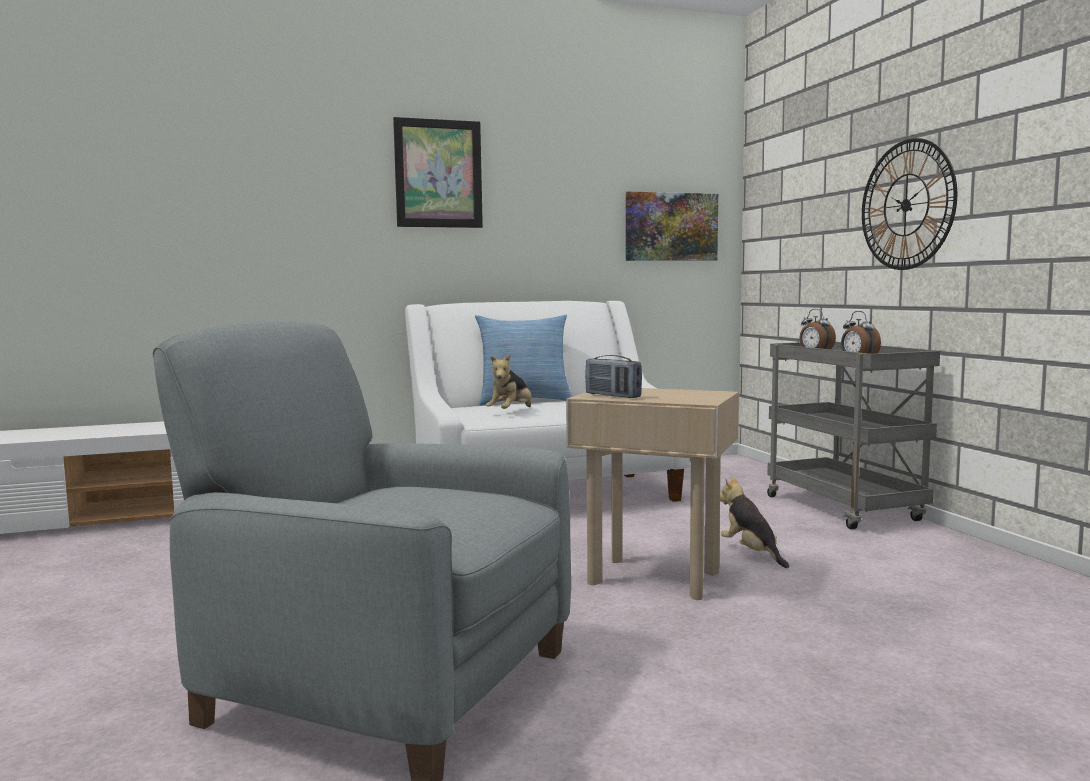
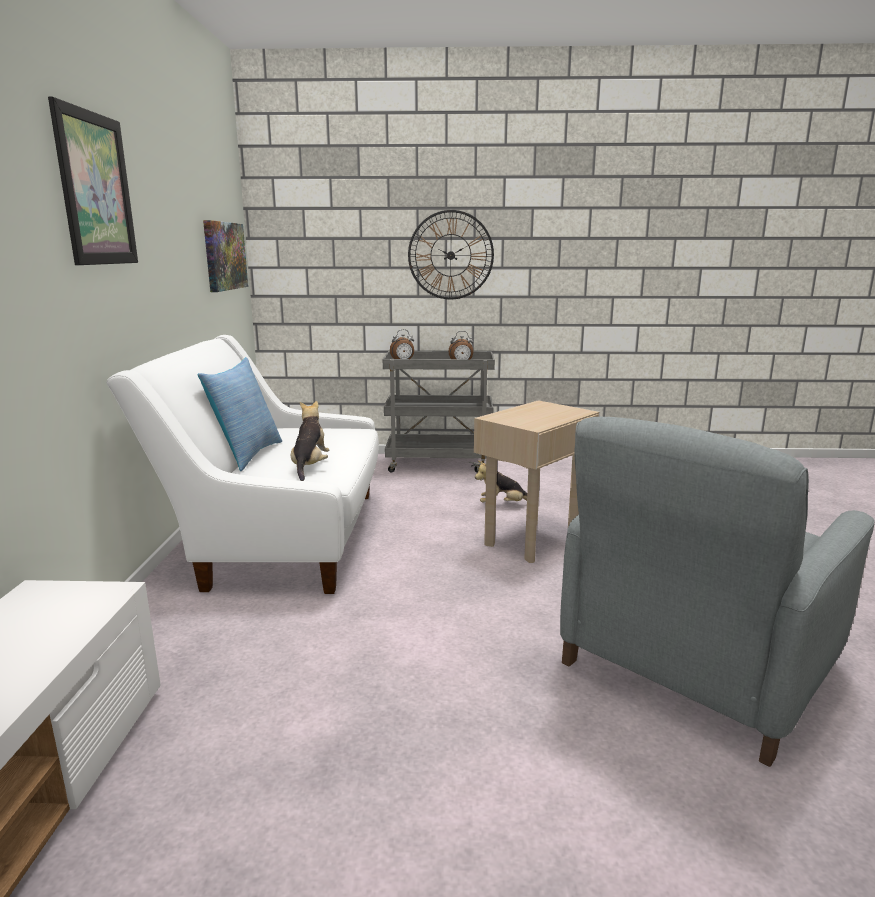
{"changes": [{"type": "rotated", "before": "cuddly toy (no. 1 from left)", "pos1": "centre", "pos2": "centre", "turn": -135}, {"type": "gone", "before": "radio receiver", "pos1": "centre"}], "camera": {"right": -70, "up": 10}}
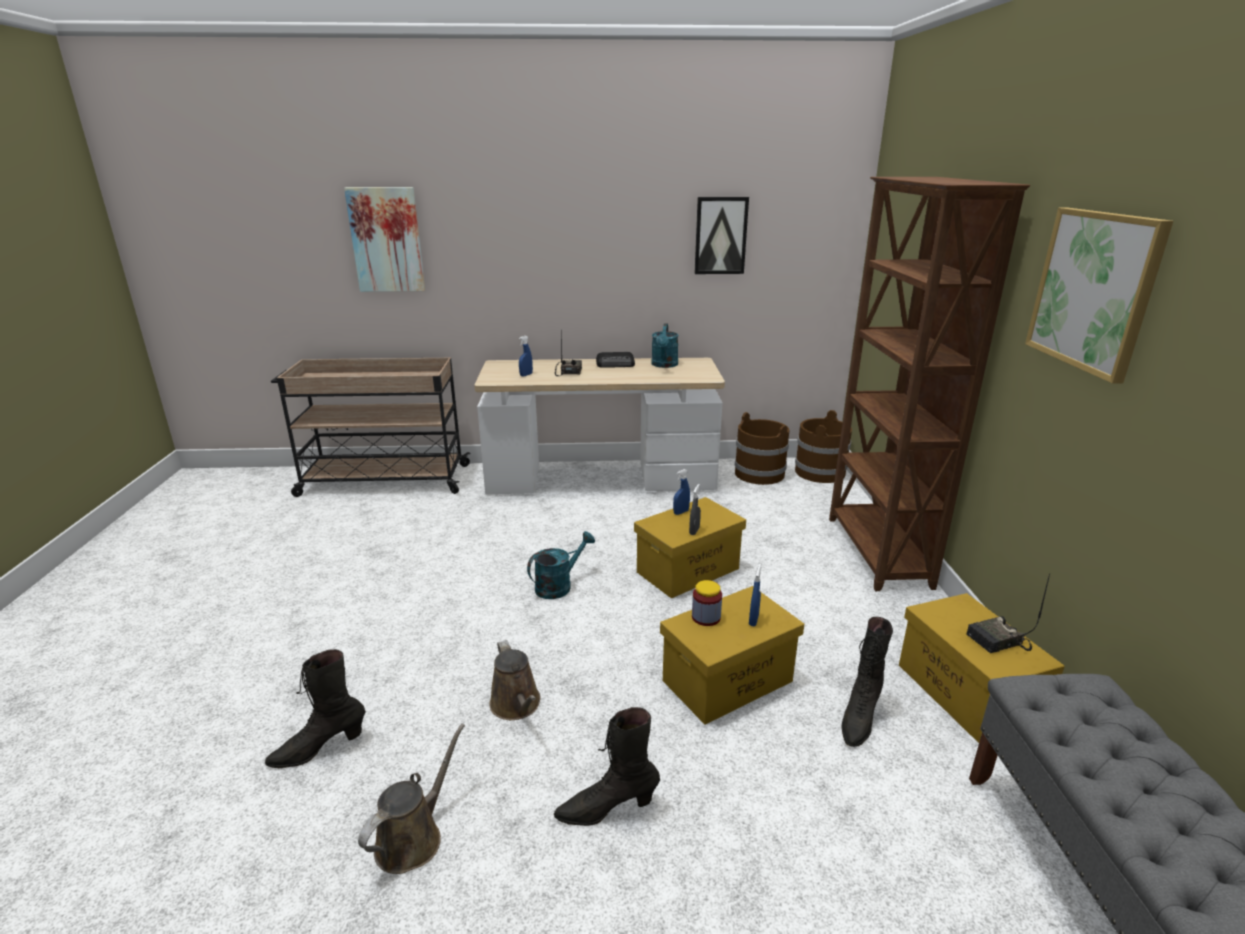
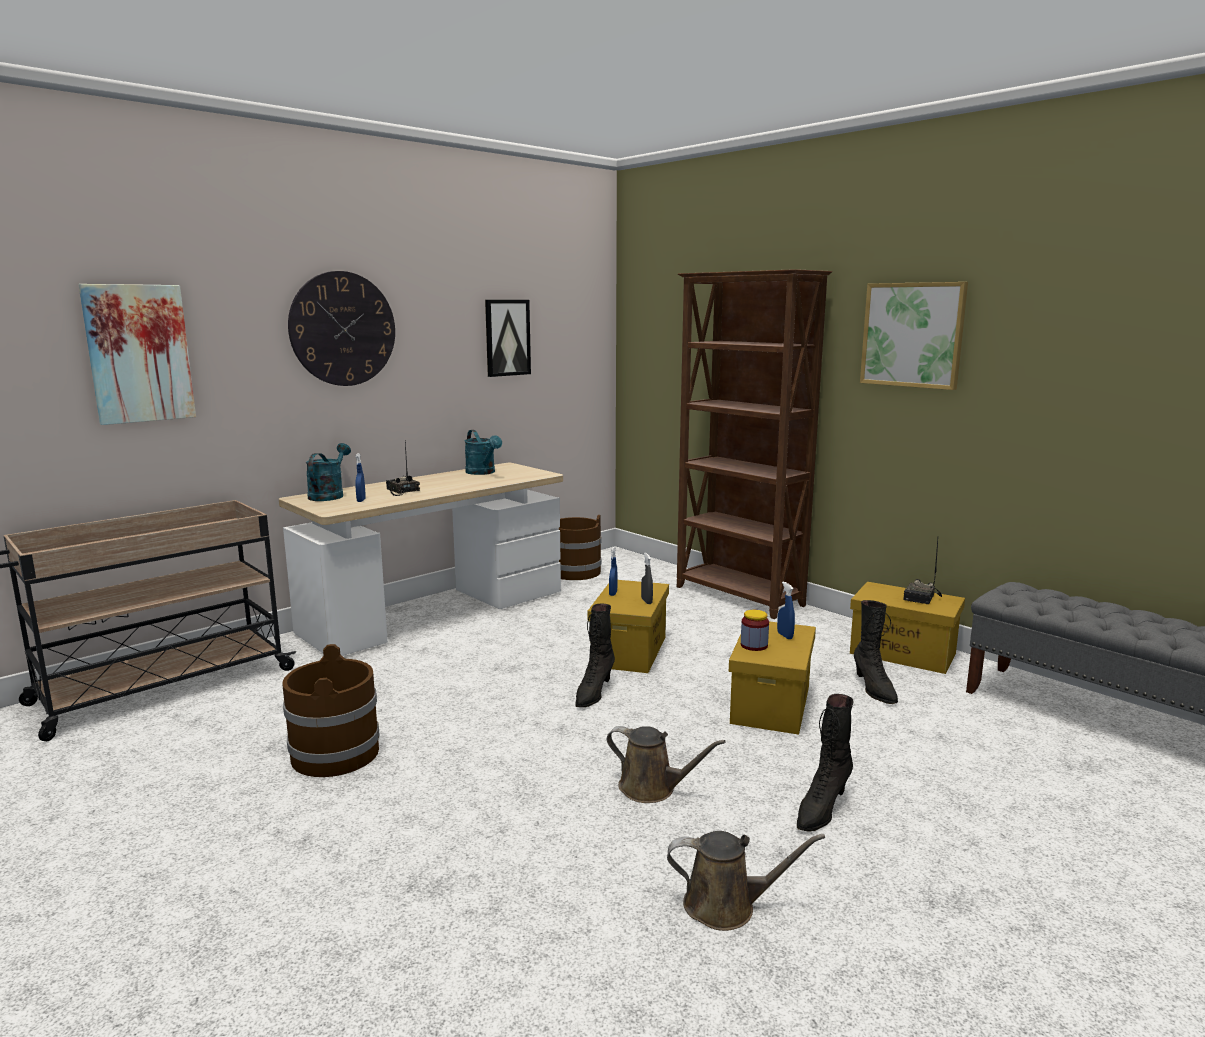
{"changes": [{"type": "gone", "before": "radio receiver (no. 2 from left)", "pos1": "centre"}, {"type": "shifted", "before": "bucket (brownish) (no. 2 from left in the first image)", "after": "bucket (brownish) (no. 1 from left)", "pos1": "centre", "pos2": "bottom left"}, {"type": "shifted", "before": "watering pot (blue-green) (no. 1 from left)", "pos1": "centre", "pos2": "middle left"}, {"type": "shifted", "before": "high-top boot (black-coloured) (no. 1 from left)", "pos1": "bottom left", "pos2": "centre"}, {"type": "rotated", "before": "watering pot (brownish) (no. 1 from left in the first image)", "pos1": "bottom left", "pos2": "bottom centre", "turn": 105}, {"type": "new", "after": "wall clock", "pos2": "top left"}], "camera": {"right": -40, "up": -10}}
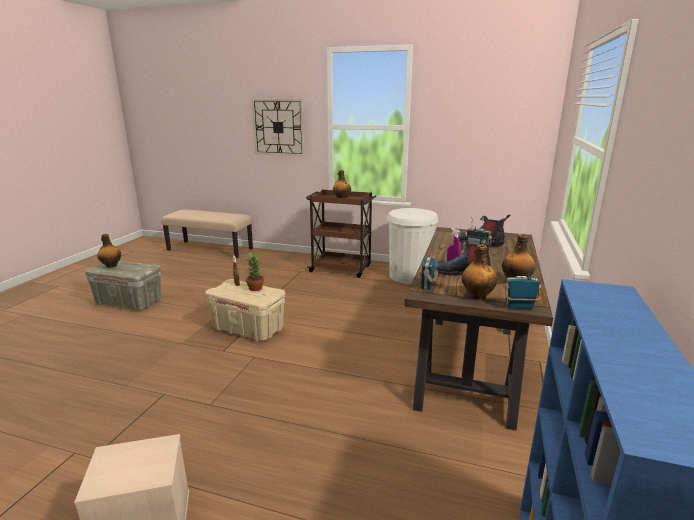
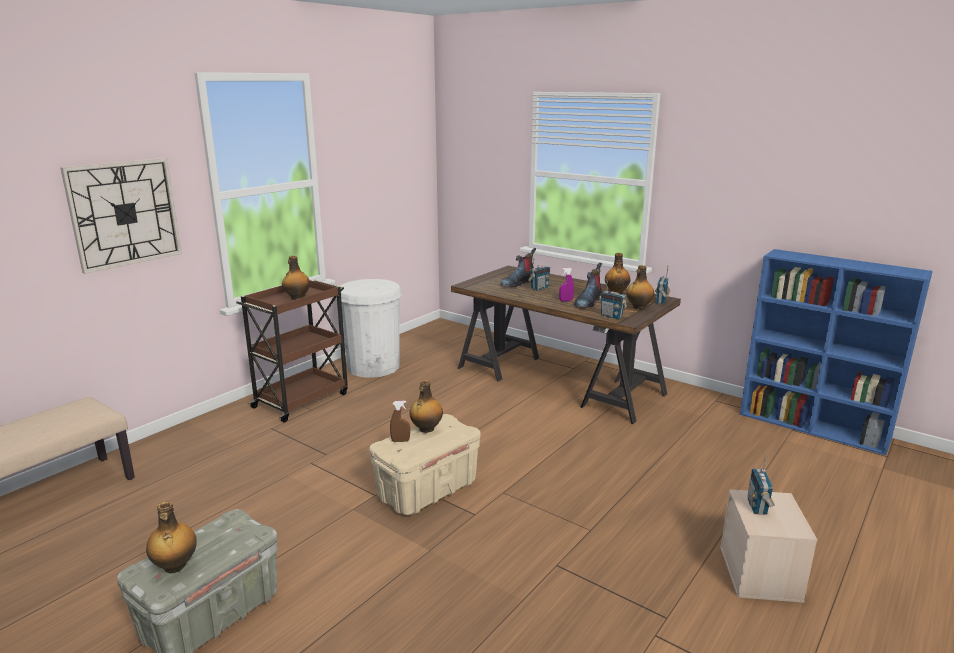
{"changes": [{"type": "swapped", "before": "houseplant", "after": "drink bottle (no. 3 from left)", "pos1": "centre", "pos2": "centre"}, {"type": "new", "after": "radio receiver (no. 4 from left)", "pos2": "bottom right"}], "camera": {"right": -70, "up": 0}}
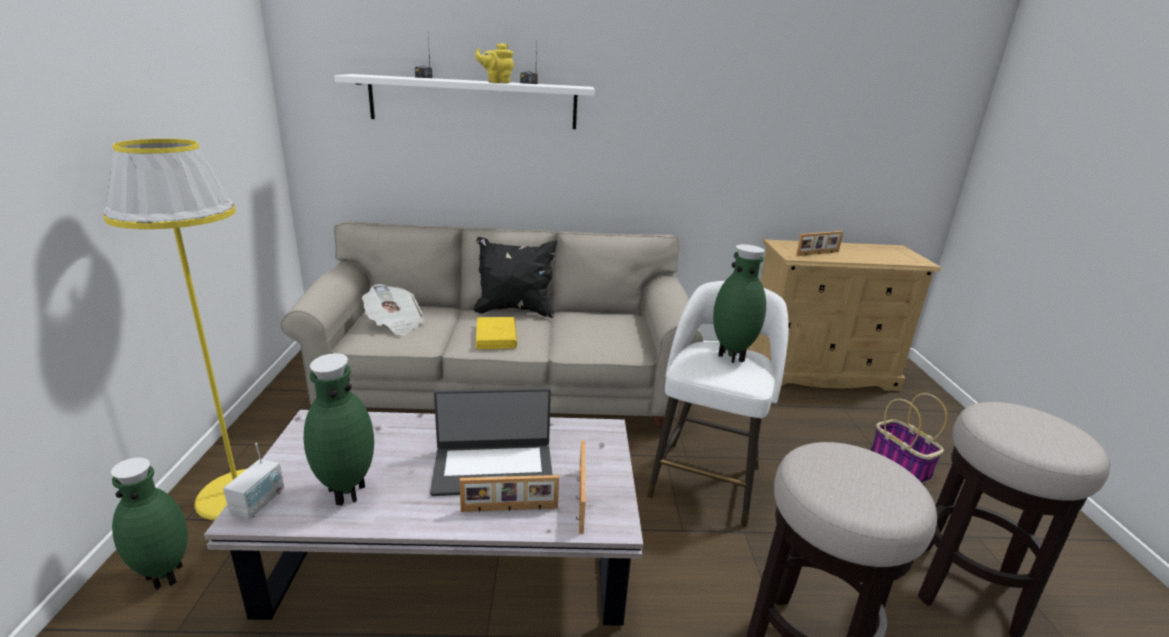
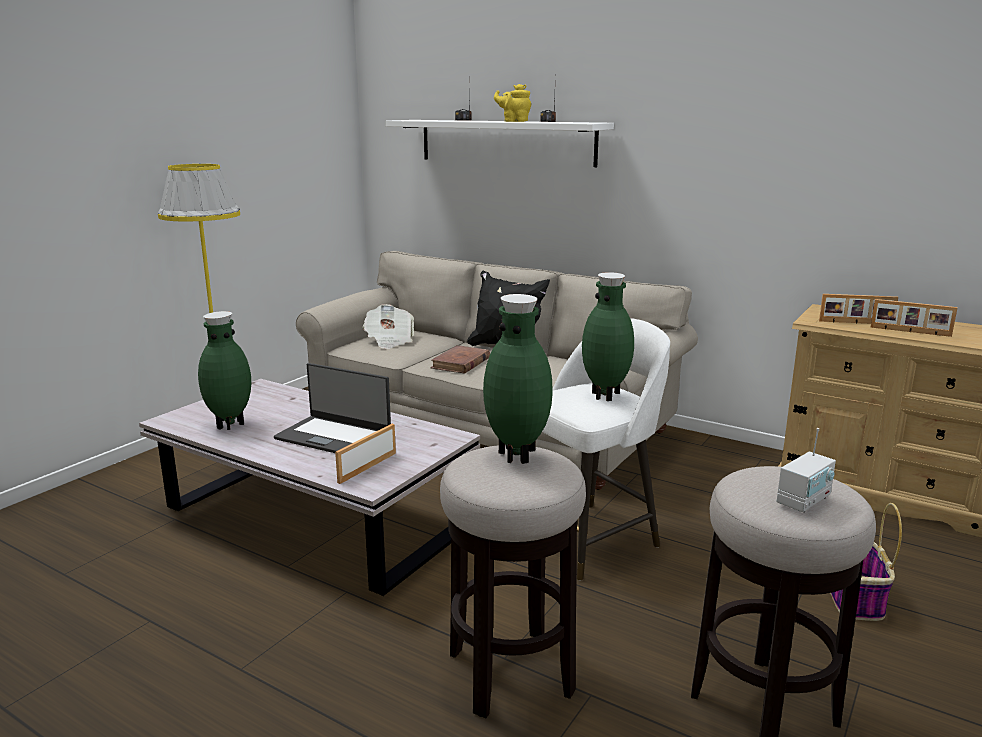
{"changes": [{"type": "repainted", "before": "book (yellowish)", "after": "book (brownish)", "pos1": "centre", "pos2": "centre"}, {"type": "shifted", "before": "radio receiver (no. 1 from left in the first image)", "after": "radio receiver (no. 3 from left)", "pos1": "bottom left", "pos2": "middle right"}, {"type": "shifted", "before": "decorative vase (green-coloured) (no. 1 from left in the first image)", "after": "decorative vase (green-coloured) (no. 2 from left)", "pos1": "bottom left", "pos2": "centre"}, {"type": "shifted", "before": "standing frame (no. 1 from left in the first image)", "after": "standing frame (no. 3 from left)", "pos1": "bottom centre", "pos2": "middle right"}], "camera": {"right": 35, "up": -5}}
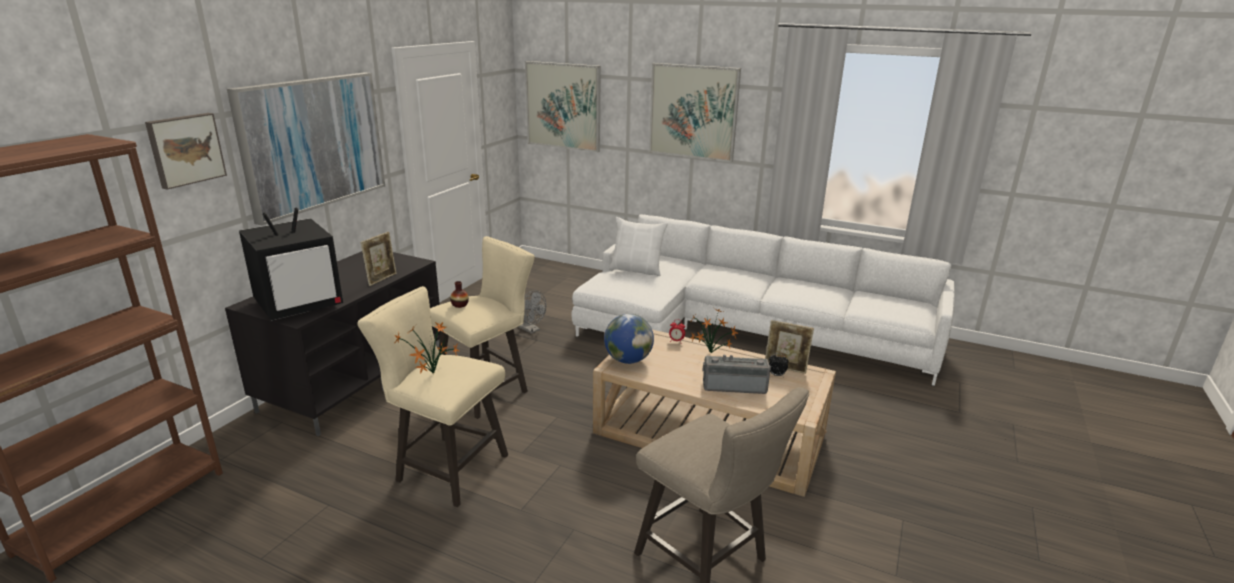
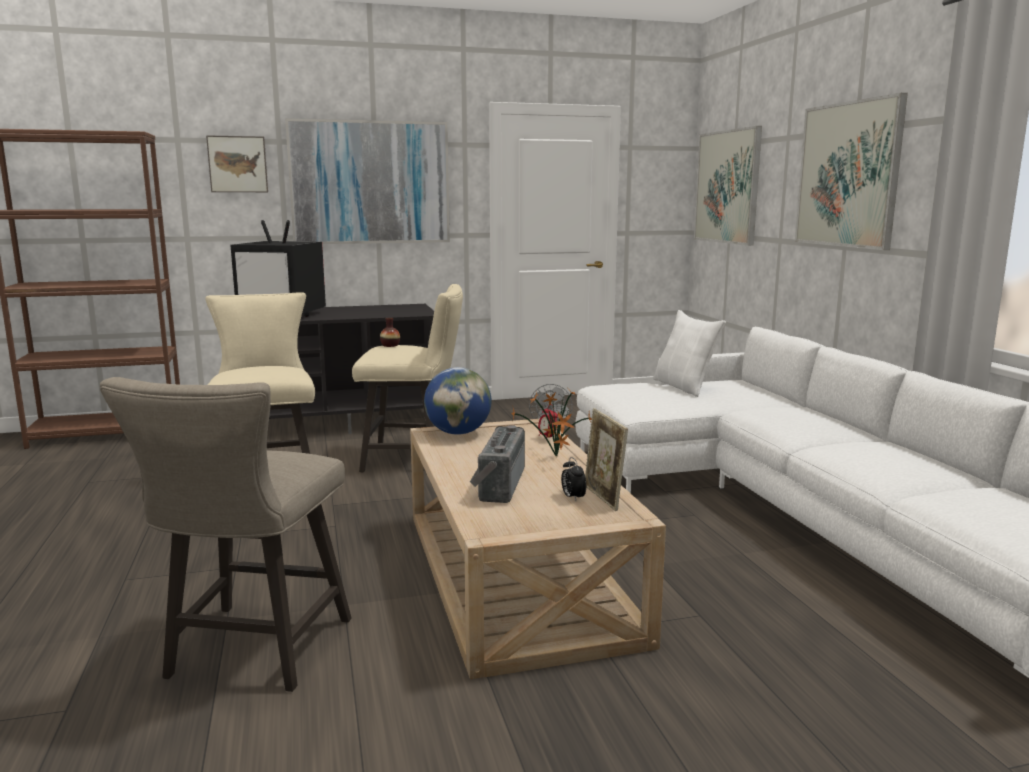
{"changes": [{"type": "gone", "before": "standing frame (no. 1 from left)", "pos1": "middle left"}, {"type": "gone", "before": "houseplant (no. 1 from left)", "pos1": "centre"}, {"type": "rotated", "before": "radio receiver", "pos1": "centre", "pos2": "centre", "turn": -135}], "camera": {"right": 50, "up": -10}}
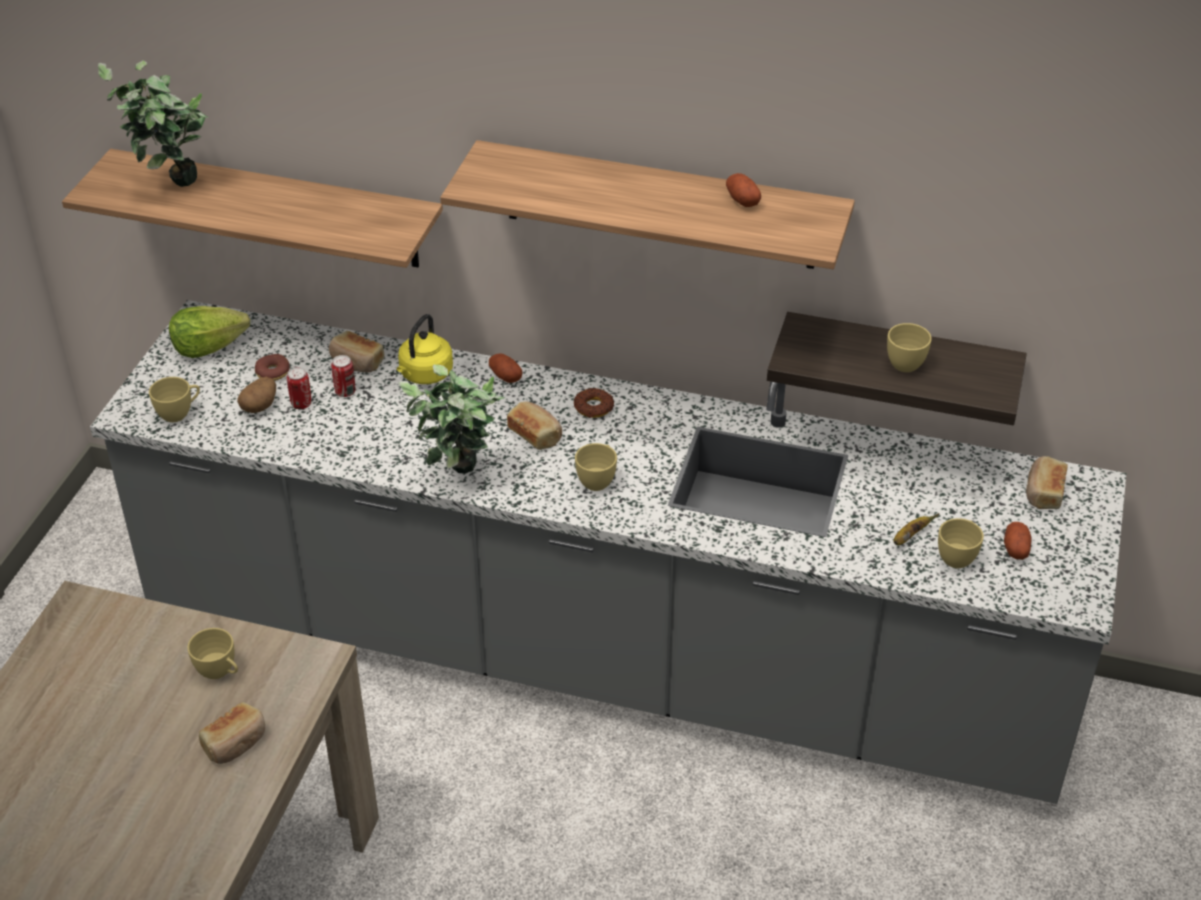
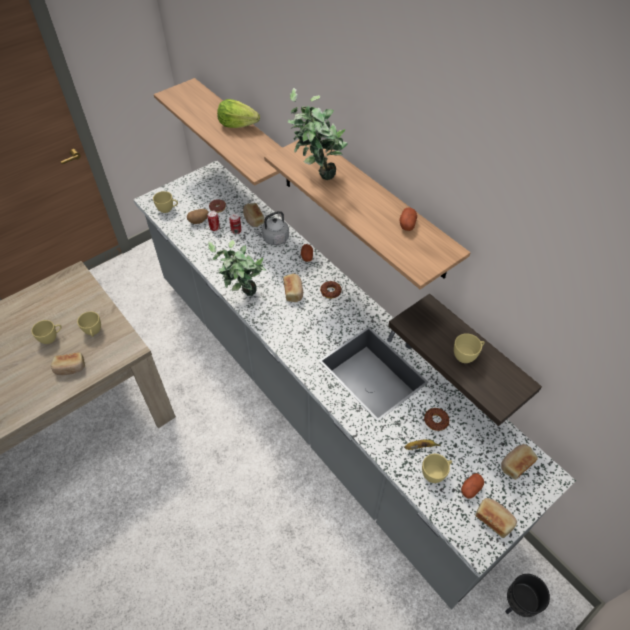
{"changes": [{"type": "shifted", "before": "houseplant (no. 1 from left in the first image)", "after": "houseplant (no. 2 from left)", "pos1": "top left", "pos2": "top centre"}, {"type": "shifted", "before": "lettuce head", "pos1": "middle left", "pos2": "top centre"}, {"type": "repainted", "before": "water kettle (yellowish)", "after": "water kettle (grey)", "pos1": "centre", "pos2": "centre"}, {"type": "shifted", "before": "drinking cup (yellowish) (no. 3 from left in the first image)", "after": "drinking cup (yellowish) (no. 1 from left)", "pos1": "centre", "pos2": "middle left"}, {"type": "new", "after": "ring doughnut (no. 3 from left)", "pos2": "middle right"}, {"type": "new", "after": "baked bread (no. 4 from left)", "pos2": "bottom right"}, {"type": "new", "after": "planter (black-coloured)", "pos2": "bottom right"}], "camera": {"right": 35, "up": 10}}
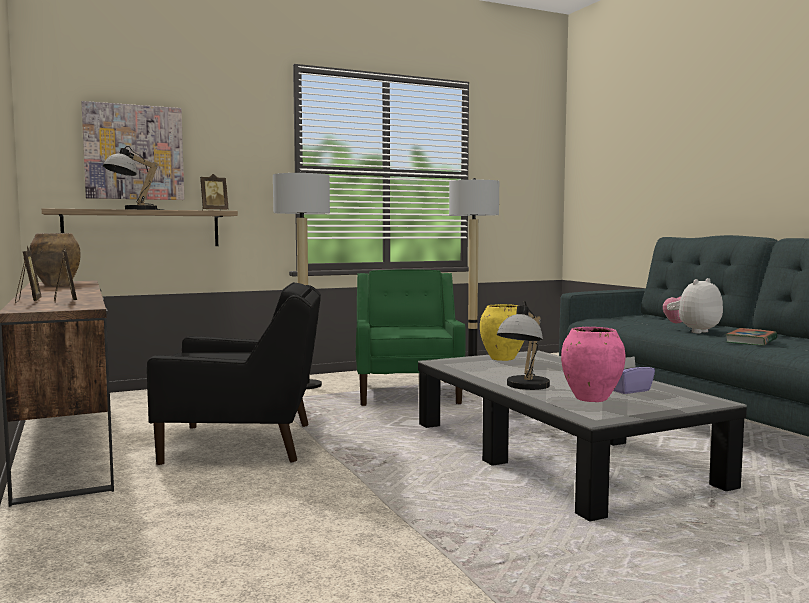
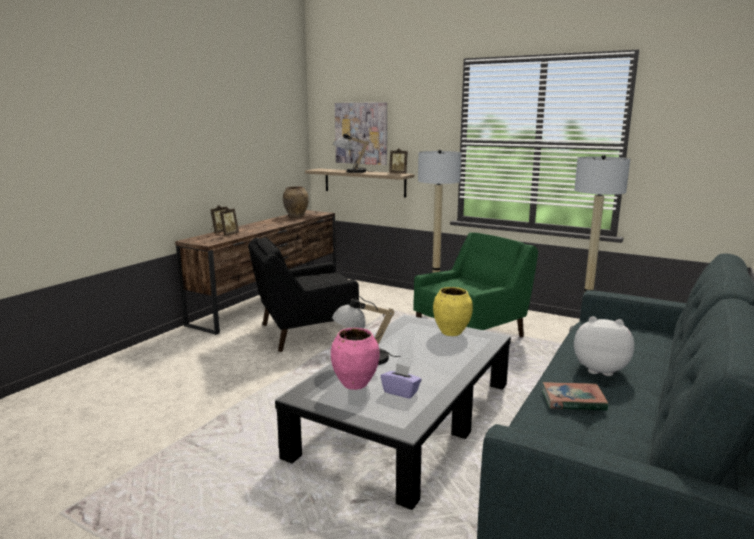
{"changes": [{"type": "rotated", "before": "armchair (black-coloured)", "pos1": "middle left", "pos2": "centre", "turn": 105}], "camera": {"right": 55, "up": 10}}
